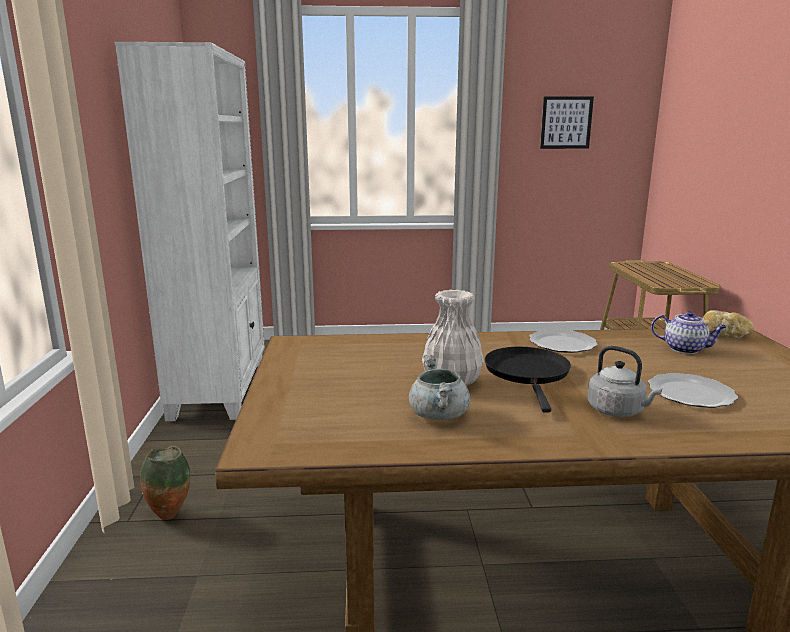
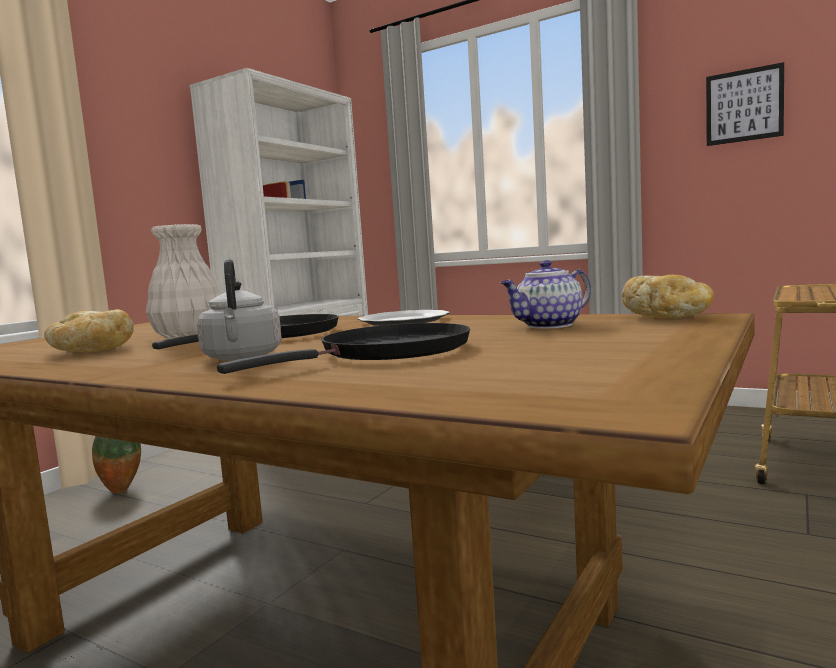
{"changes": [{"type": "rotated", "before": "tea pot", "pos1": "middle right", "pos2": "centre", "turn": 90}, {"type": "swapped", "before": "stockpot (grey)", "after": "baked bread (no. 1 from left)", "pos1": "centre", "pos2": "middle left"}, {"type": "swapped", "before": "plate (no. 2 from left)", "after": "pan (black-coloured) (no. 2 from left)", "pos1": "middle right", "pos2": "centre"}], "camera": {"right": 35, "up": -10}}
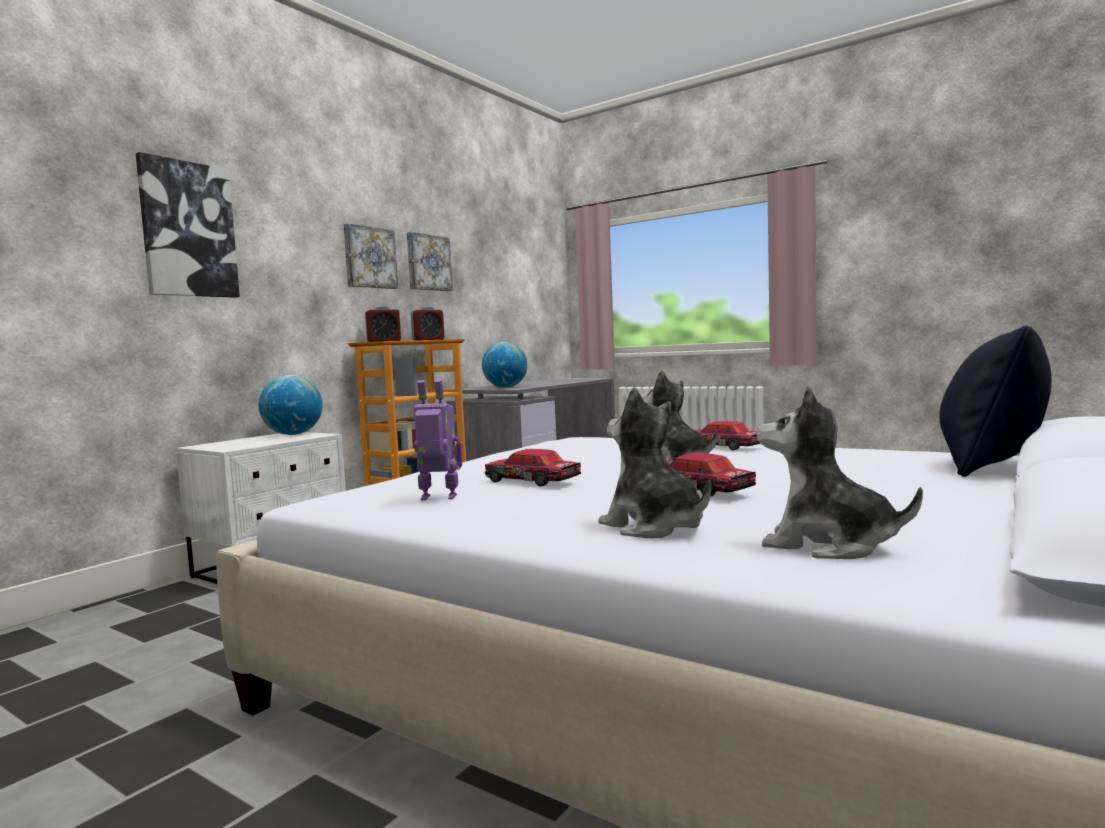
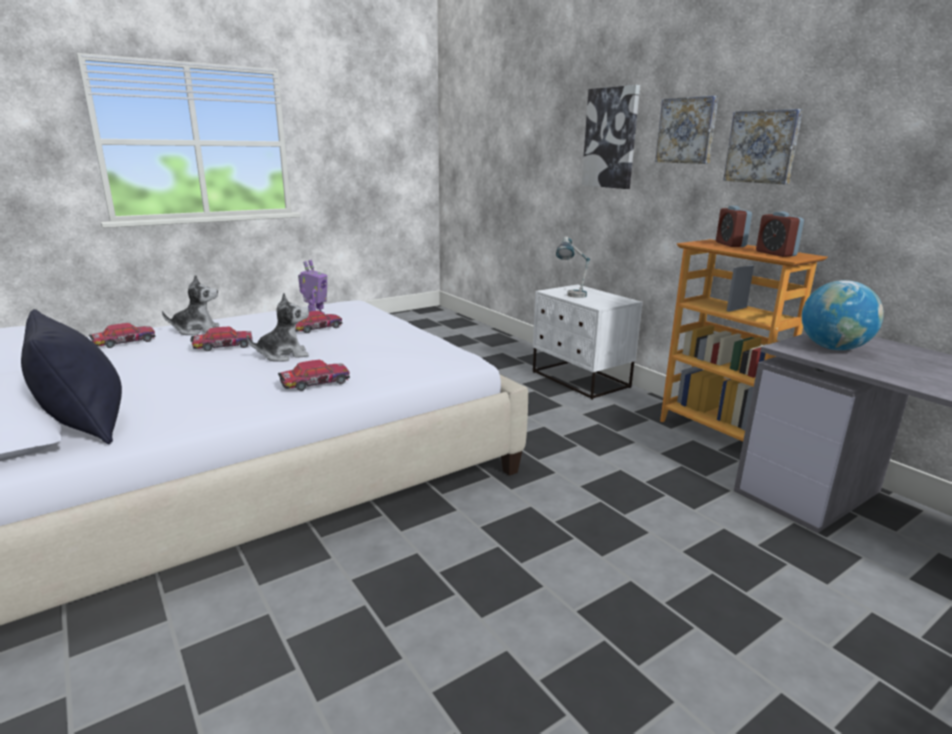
{"changes": [{"type": "shifted", "before": "wall art (no. 3 from left in the first image)", "after": "wall art (no. 2 from left)", "pos1": "top centre", "pos2": "top right"}, {"type": "gone", "before": "globe (no. 1 from left)", "pos1": "middle left"}, {"type": "swapped", "before": "cuddly toy (no. 3 from left)", "after": "model car (no. 1 from left)", "pos1": "middle right", "pos2": "middle left"}, {"type": "new", "after": "lamp for a table", "pos2": "centre"}], "camera": {"right": 110, "up": 15}}
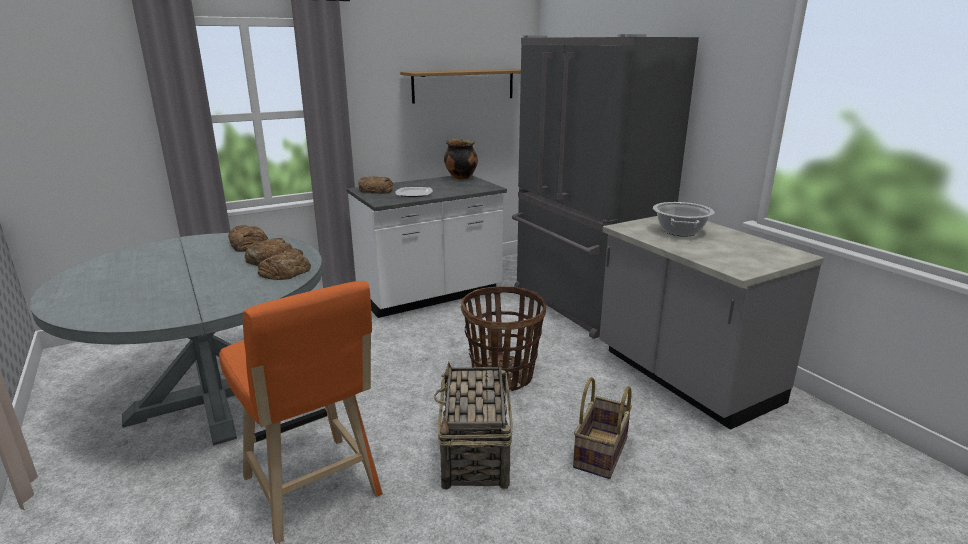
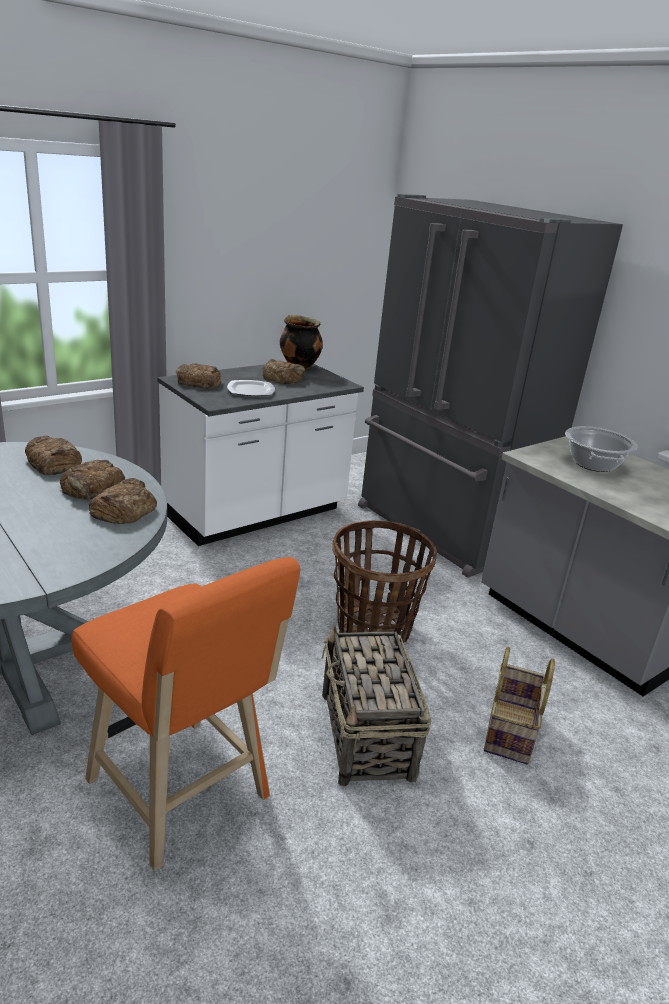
{"changes": [{"type": "gone", "before": "bracket shelf", "pos1": "top centre"}, {"type": "new", "after": "baked bread (no. 5 from left)", "pos2": "centre"}], "camera": {"right": -10, "up": 5}}
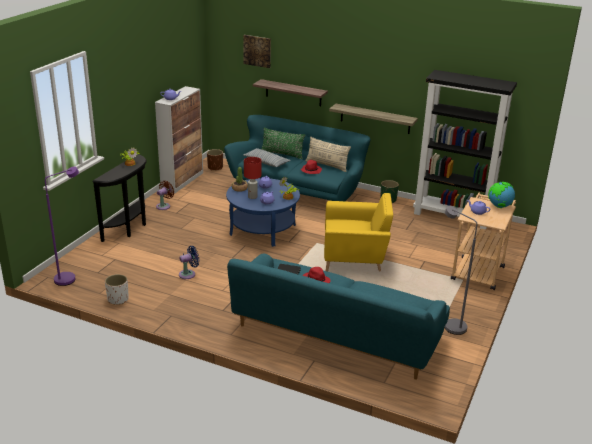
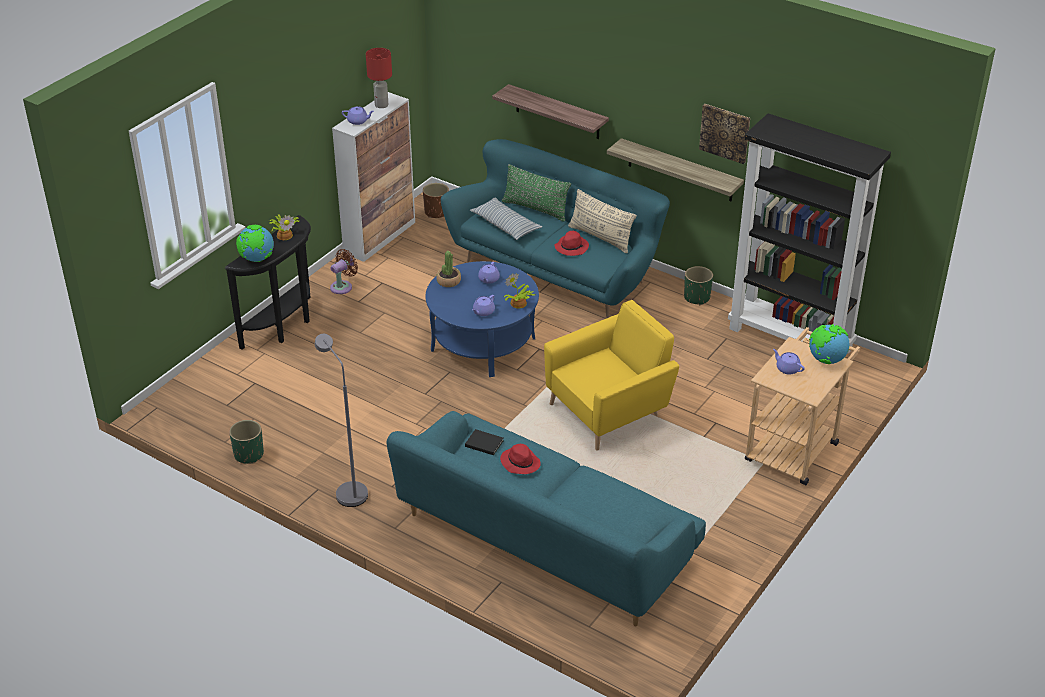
{"changes": [{"type": "shifted", "before": "wall art", "pos1": "top centre", "pos2": "top right"}, {"type": "shifted", "before": "lamp for a table (reddish)", "pos1": "centre", "pos2": "top centre"}, {"type": "gone", "before": "standard lamp (purplish)", "pos1": "middle left"}, {"type": "rotated", "before": "armchair (yellowish)", "pos1": "centre", "pos2": "centre", "turn": -45}, {"type": "shifted", "before": "standard lamp (grey)", "pos1": "middle right", "pos2": "middle left"}, {"type": "gone", "before": "cooling fan (bluish)", "pos1": "middle left"}, {"type": "repainted", "before": "planter (white-coloured)", "after": "planter (green-coloured) (no. 1 from left)", "pos1": "middle left", "pos2": "middle left"}, {"type": "new", "after": "globe (no. 1 from left)", "pos2": "middle left"}], "camera": {"right": 10, "up": 10}}
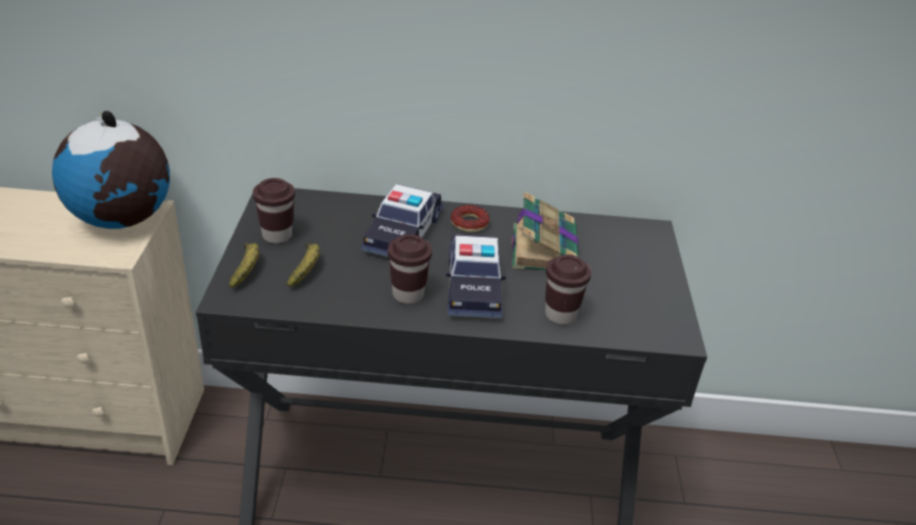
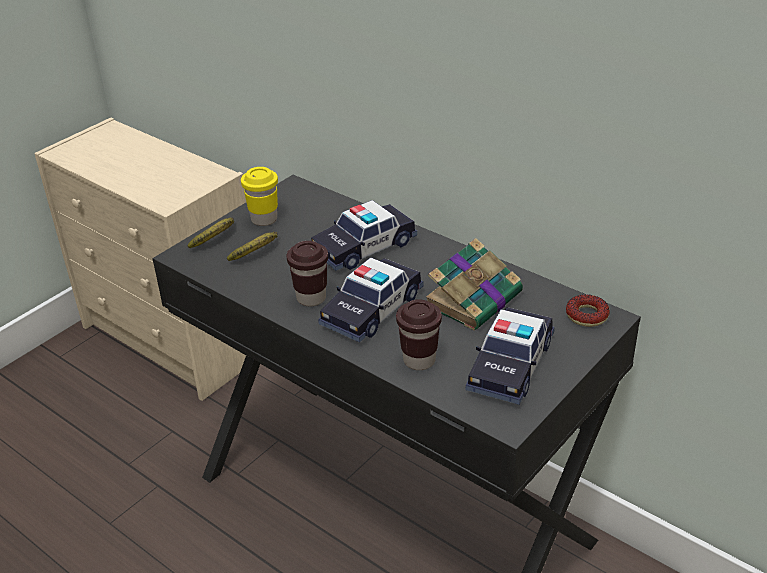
{"changes": [{"type": "gone", "before": "globe", "pos1": "top left"}, {"type": "repainted", "before": "drinking cup (brownish) (no. 1 from left)", "after": "drinking cup (yellowish)", "pos1": "middle left", "pos2": "centre"}, {"type": "shifted", "before": "ring doughnut", "pos1": "centre", "pos2": "middle right"}, {"type": "new", "after": "model car (no. 3 from left)", "pos2": "centre"}], "camera": {"right": 40, "up": 0}}
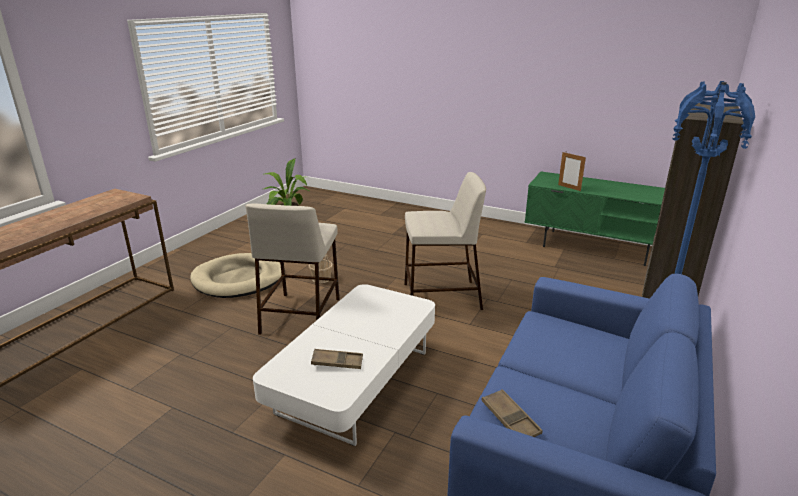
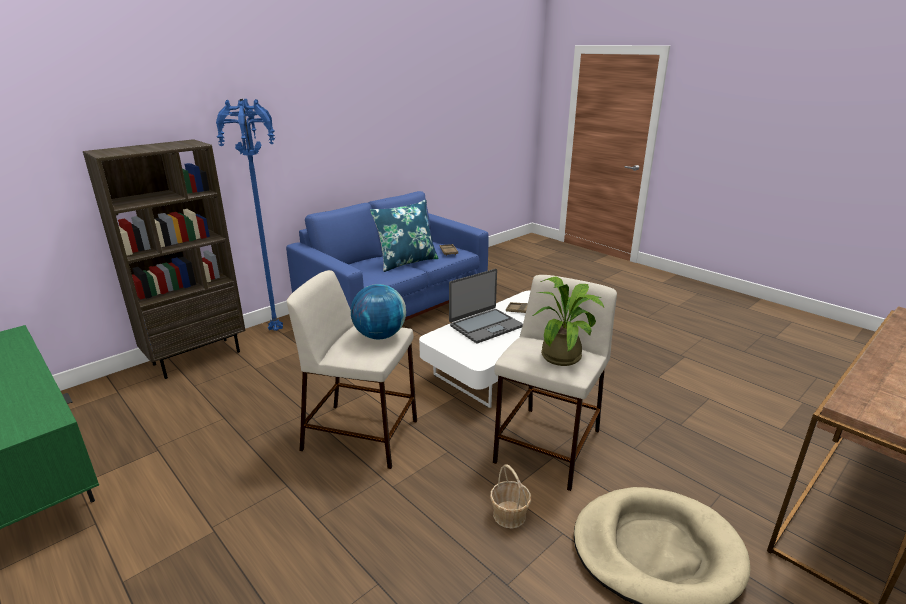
{"changes": [{"type": "gone", "before": "standing frame", "pos1": "middle right"}, {"type": "new", "after": "pillow (bluish)", "pos2": "centre"}, {"type": "new", "after": "laptop", "pos2": "centre"}, {"type": "new", "after": "globe", "pos2": "centre"}], "camera": {"right": -160, "up": 0}}
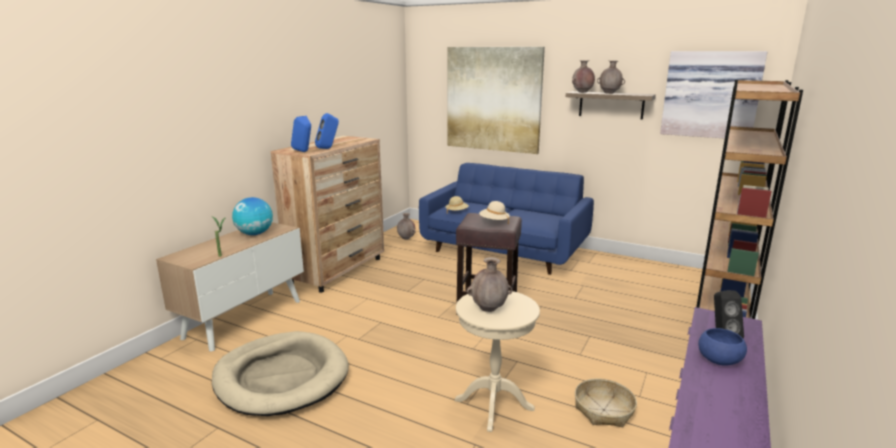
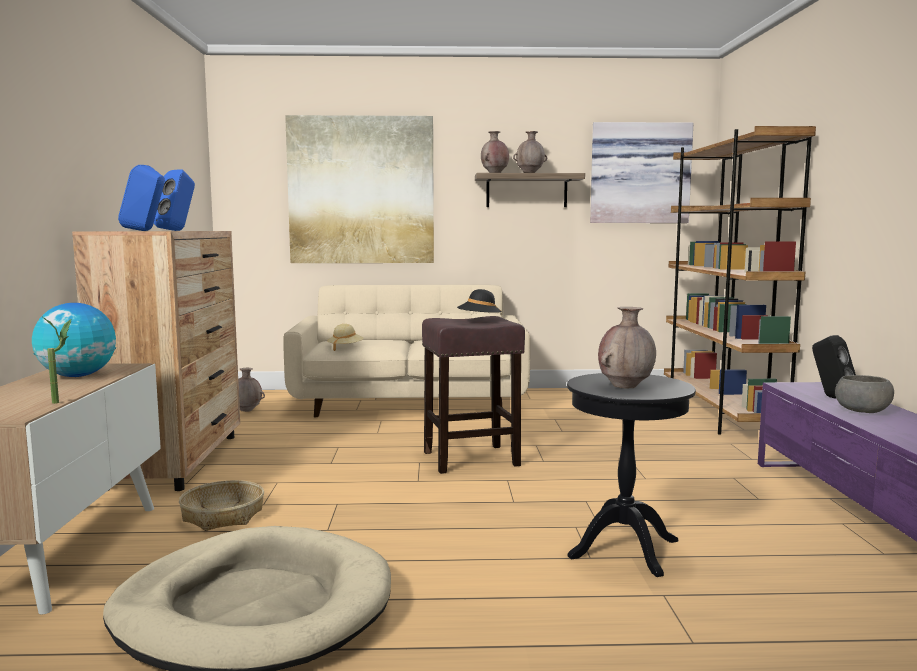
{"changes": [{"type": "repainted", "before": "settee (bluish)", "after": "settee (sand-coloured)", "pos1": "centre", "pos2": "centre"}, {"type": "repainted", "before": "clothing hat (sand-coloured) (no. 2 from left)", "after": "clothing hat (black-coloured)", "pos1": "centre", "pos2": "centre"}, {"type": "repainted", "before": "side table (sand-coloured)", "after": "side table (black-coloured)", "pos1": "bottom centre", "pos2": "bottom right"}, {"type": "repainted", "before": "deep dish (bluish)", "after": "deep dish (grey)", "pos1": "bottom right", "pos2": "middle right"}, {"type": "shifted", "before": "basket", "pos1": "bottom right", "pos2": "bottom left"}], "camera": {"right": -30, "up": -10}}
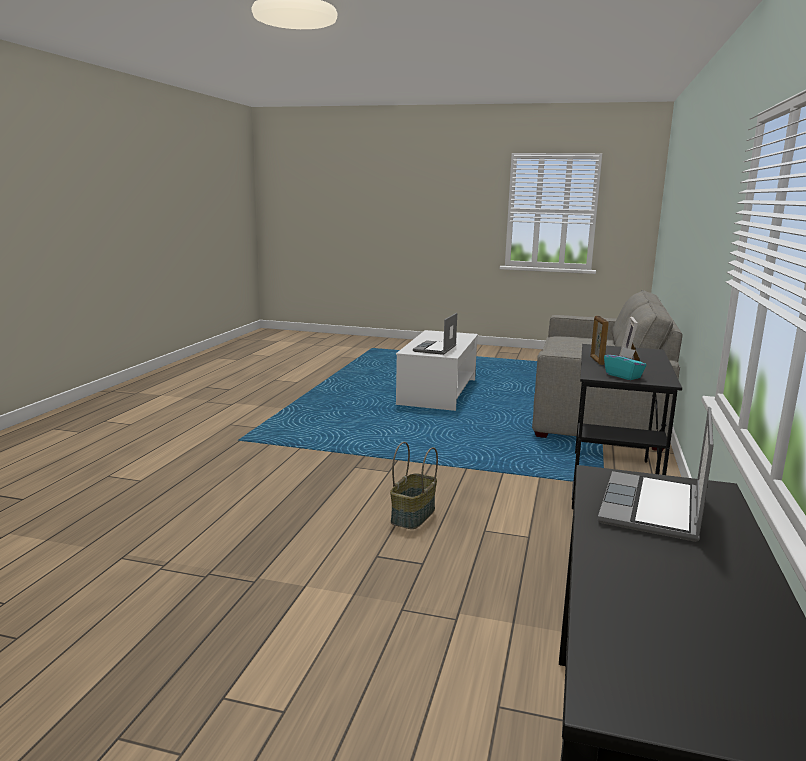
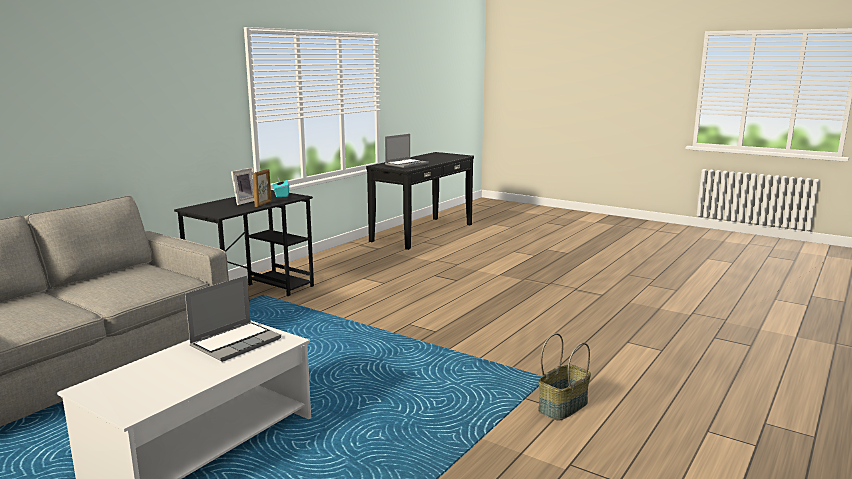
{"changes": [{"type": "shifted", "before": "basket", "pos1": "centre", "pos2": "bottom centre"}], "camera": {"right": -160, "up": 0}}
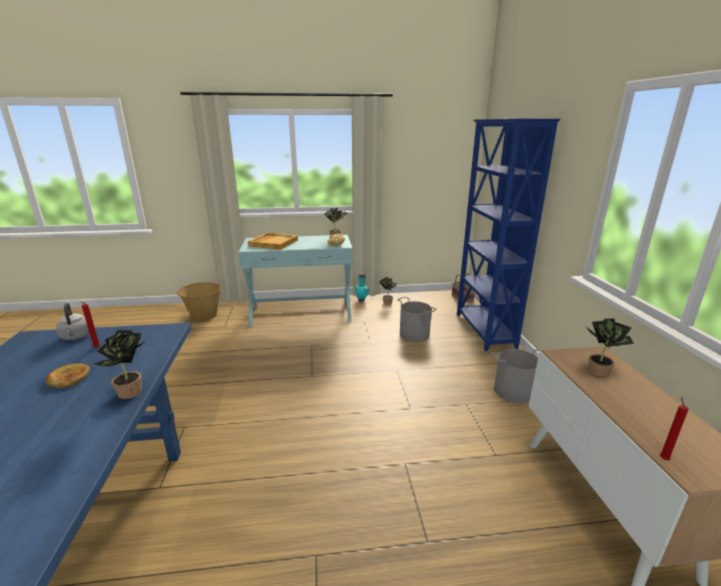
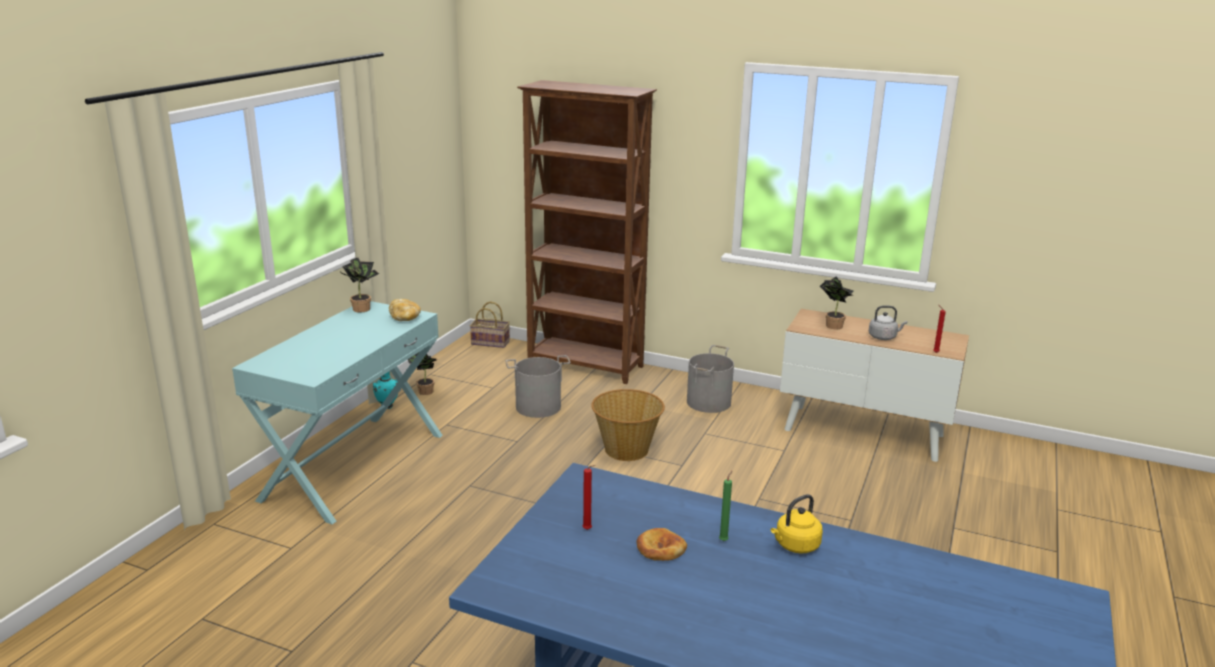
{"changes": [{"type": "repainted", "before": "bookshelf (bluish)", "after": "bookshelf (brownish)", "pos1": "middle right", "pos2": "centre"}, {"type": "gone", "before": "carrying tray (sand-coloured)", "pos1": "centre"}, {"type": "shifted", "before": "basket (no. 1 from left in the first image)", "after": "basket (no. 2 from left)", "pos1": "middle left", "pos2": "centre"}, {"type": "shifted", "before": "water kettle (grey)", "pos1": "middle left", "pos2": "middle right"}, {"type": "gone", "before": "houseplant (no. 1 from left)", "pos1": "middle left"}, {"type": "new", "after": "wax candle (green-coloured)", "pos2": "bottom centre"}, {"type": "new", "after": "water kettle (yellowish)", "pos2": "bottom centre"}], "camera": {"right": -60, "up": 0}}
